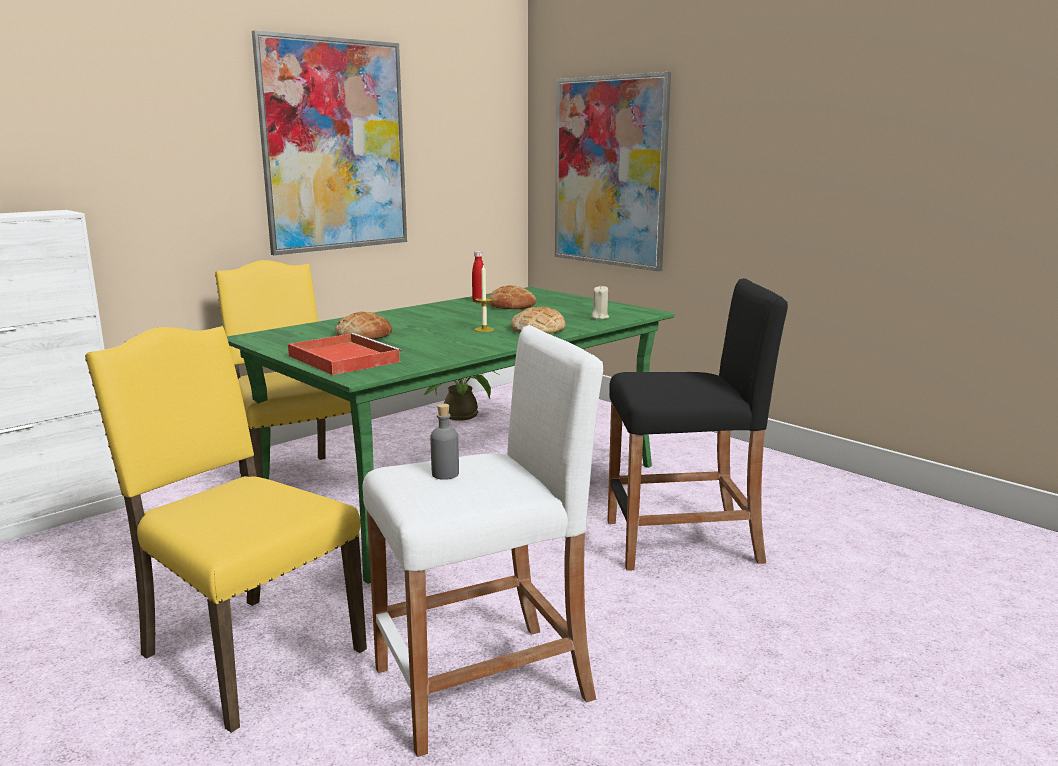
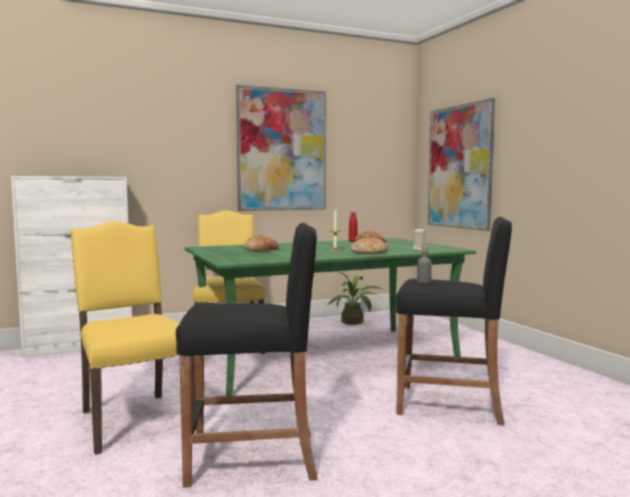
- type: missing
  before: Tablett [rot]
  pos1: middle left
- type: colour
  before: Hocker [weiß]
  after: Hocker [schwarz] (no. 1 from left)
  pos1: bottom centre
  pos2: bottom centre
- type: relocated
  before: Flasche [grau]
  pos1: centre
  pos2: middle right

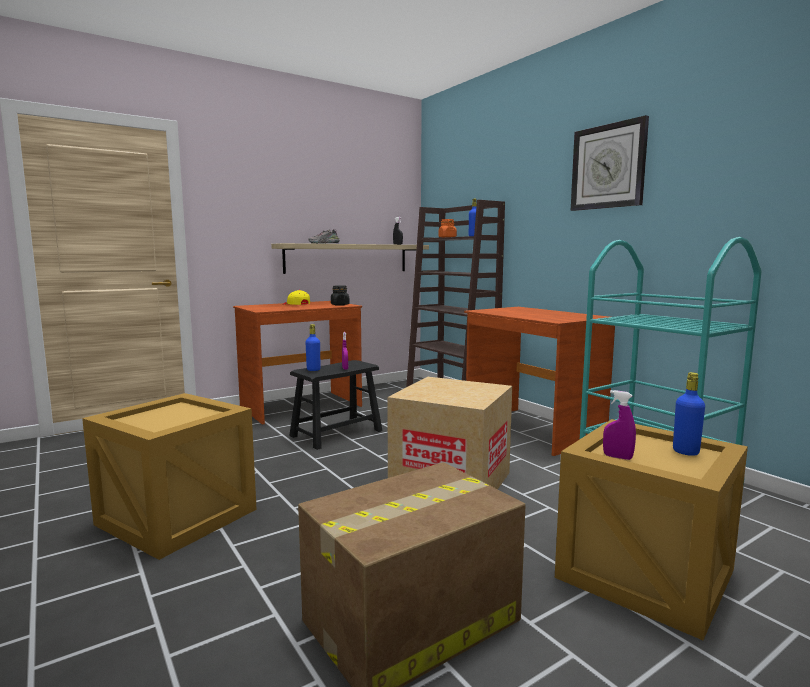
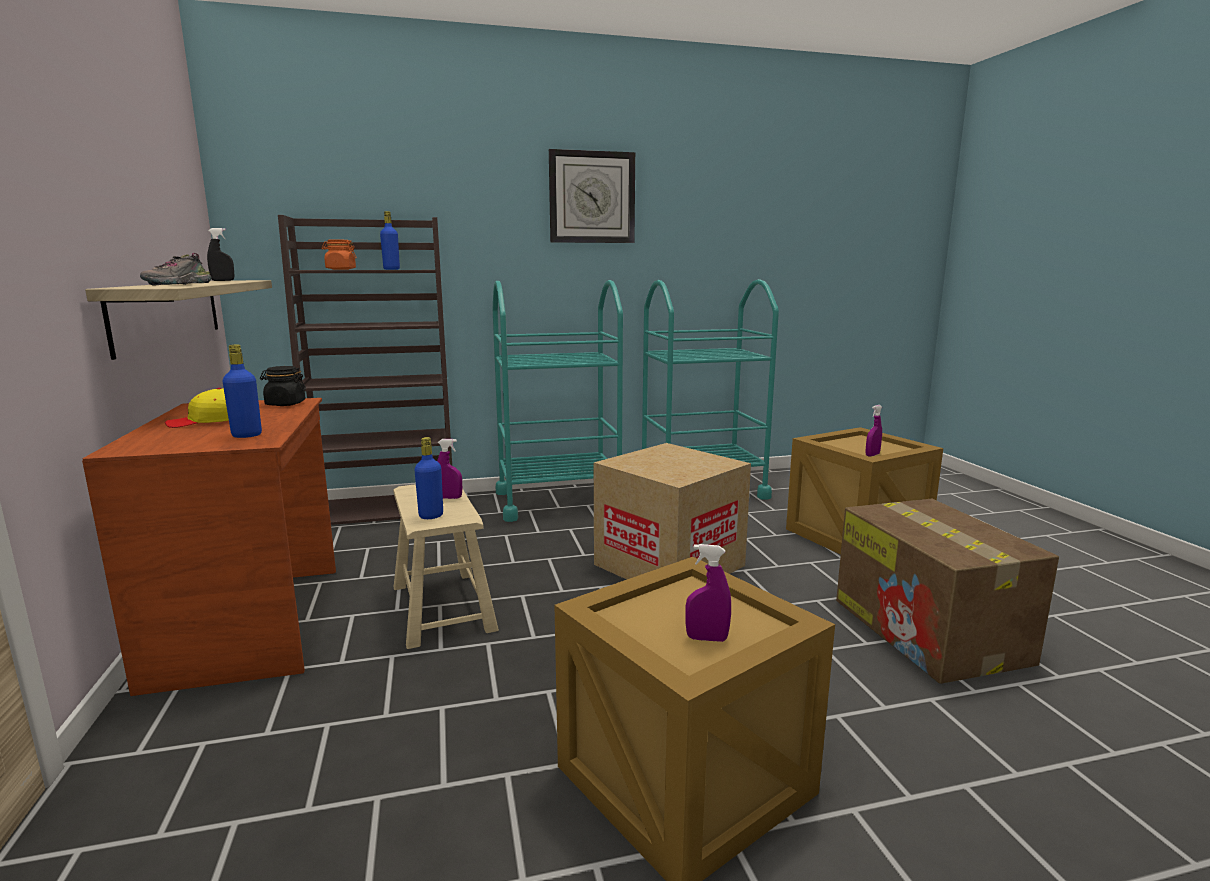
- type: colour
  before: Hocker [schwarz]
  after: Hocker [beige]
  pos1: centre
  pos2: centre
- type: exchanged
  before: Schreibtisch [braun] (no. 2 from left)
  after: Rollwagen [türkis] (no. 1 from left)
  pos1: centre
  pos2: centre
- type: relocated
  before: Flasche [blau] (no. 3 from left in the first image)
  after: Flasche [blau] (no. 1 from left)
  pos1: middle right
  pos2: middle left
- type: appeared
  after: Sprühflasche [lila] (no. 2 from left)
  pos2: bottom centre

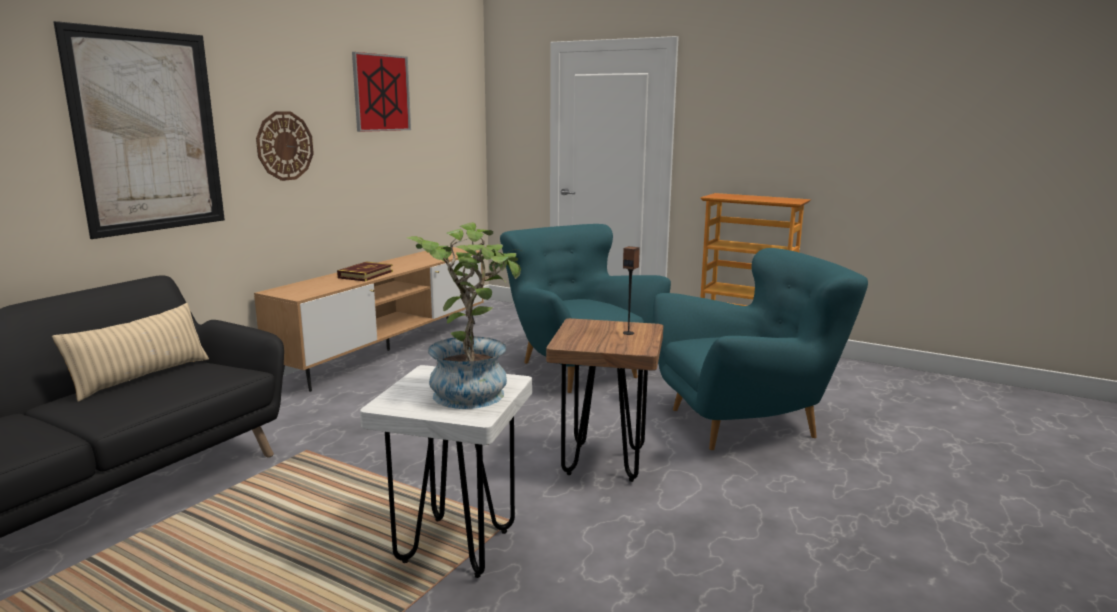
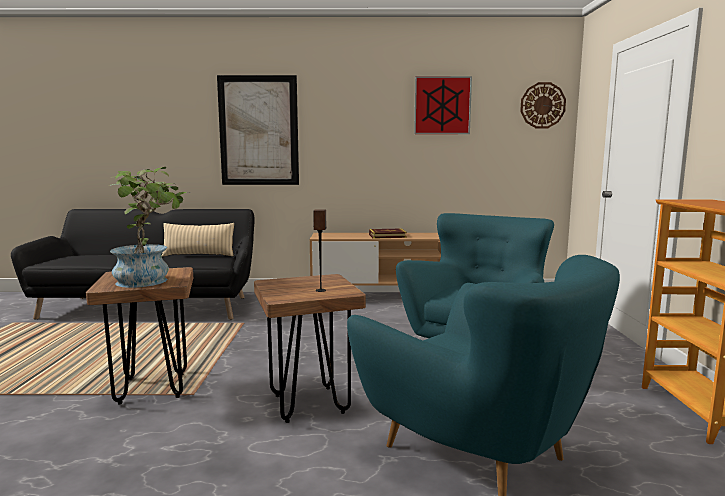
- type: relocated
  before: Wanduhr
  pos1: top left
  pos2: top right
- type: colour
  before: Hocker [weiß]
  after: Hocker [braun] (no. 1 from left)
  pos1: bottom centre
  pos2: bottom left

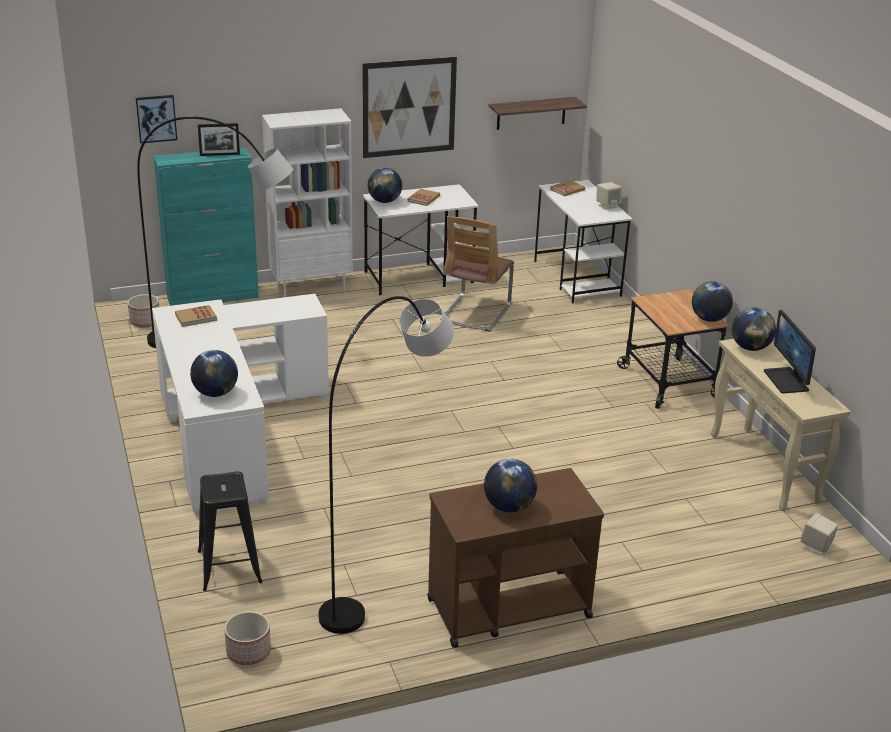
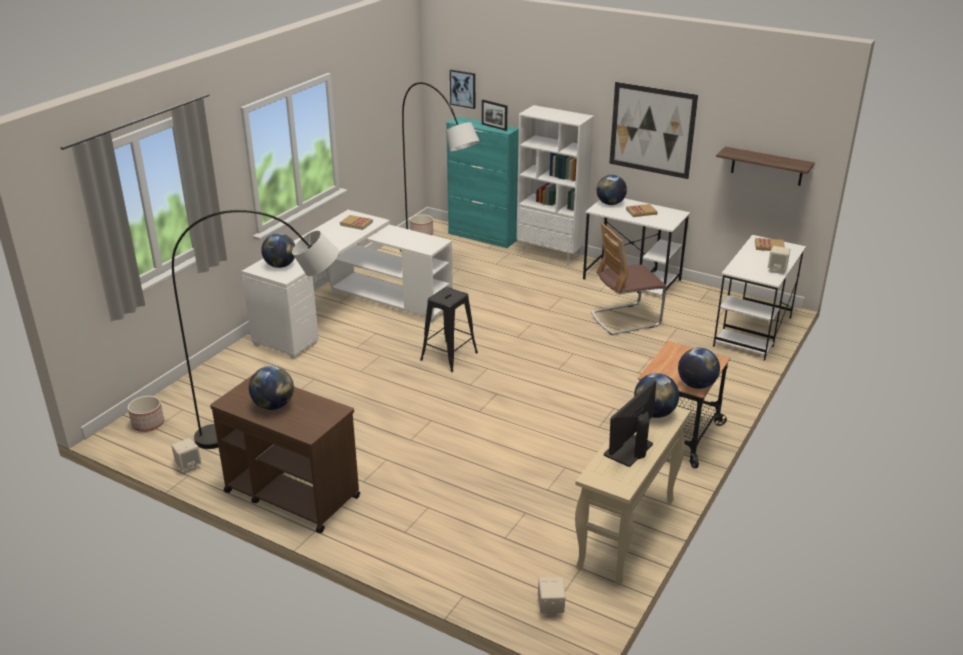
- type: relocated
  before: Hocker [schwarz]
  pos1: bottom left
  pos2: centre
- type: appeared
  after: Lautsprecher [beige] (no. 1 from left)
  pos2: bottom left

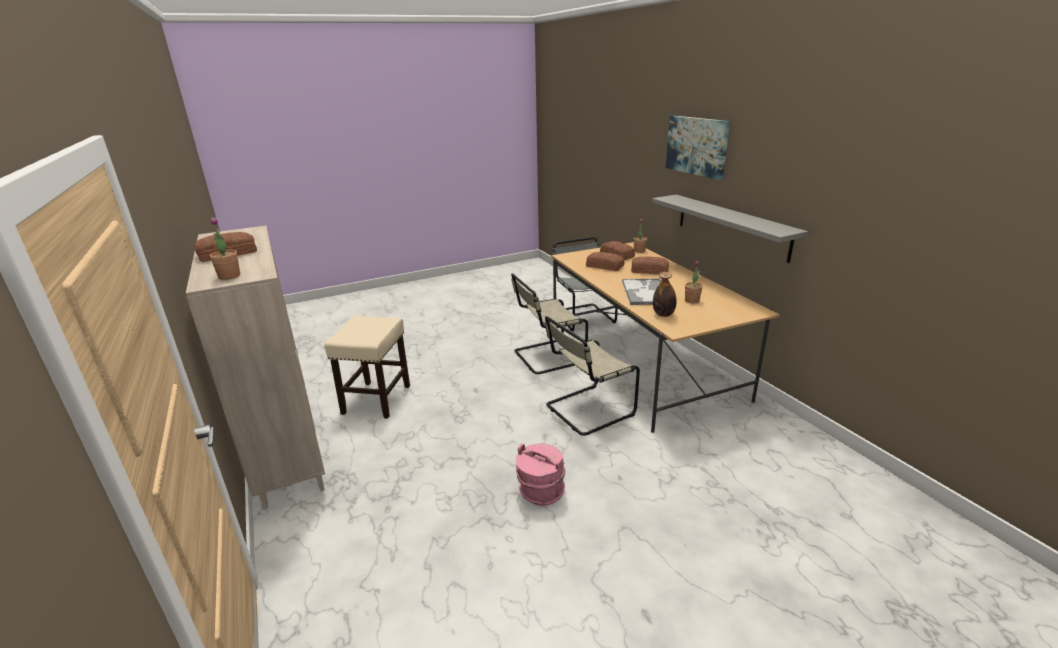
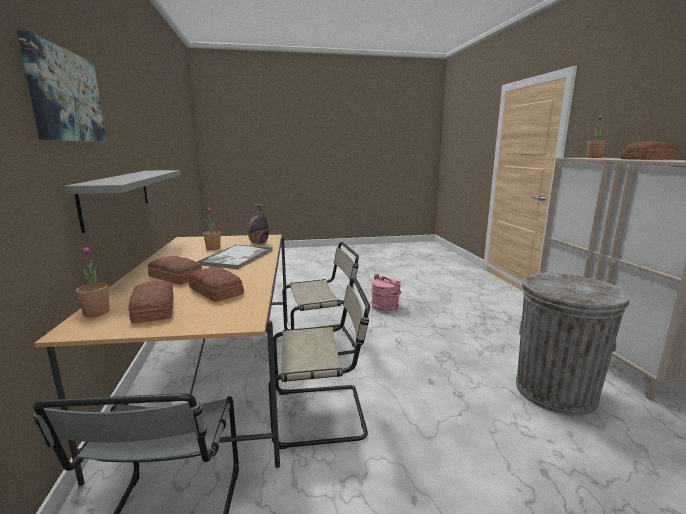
- type: exchanged
  before: Hocker [beige]
  after: Mülleimer [grau]
  pos1: centre
  pos2: bottom right

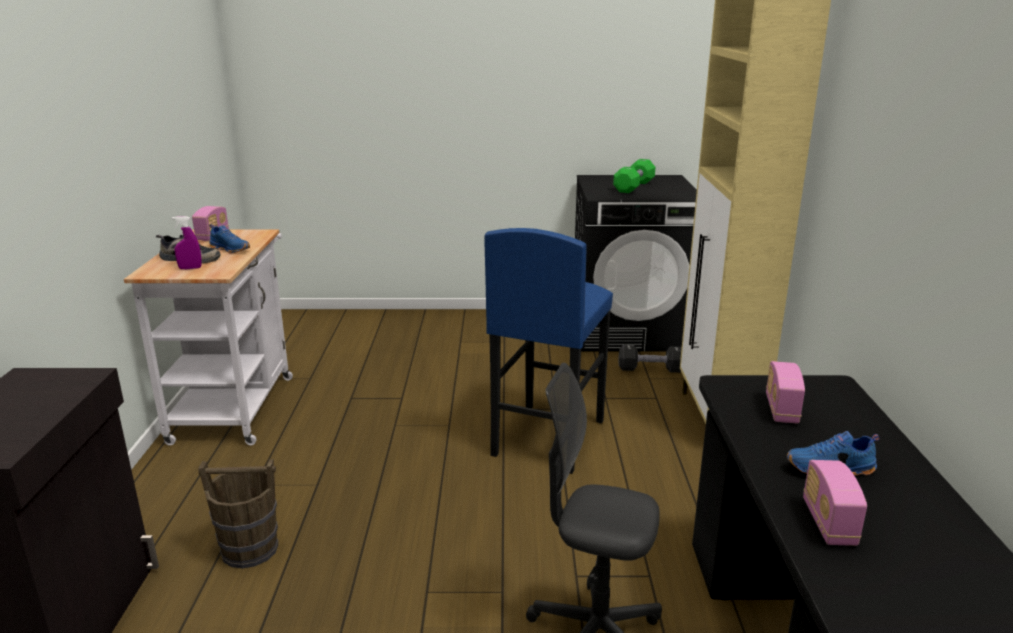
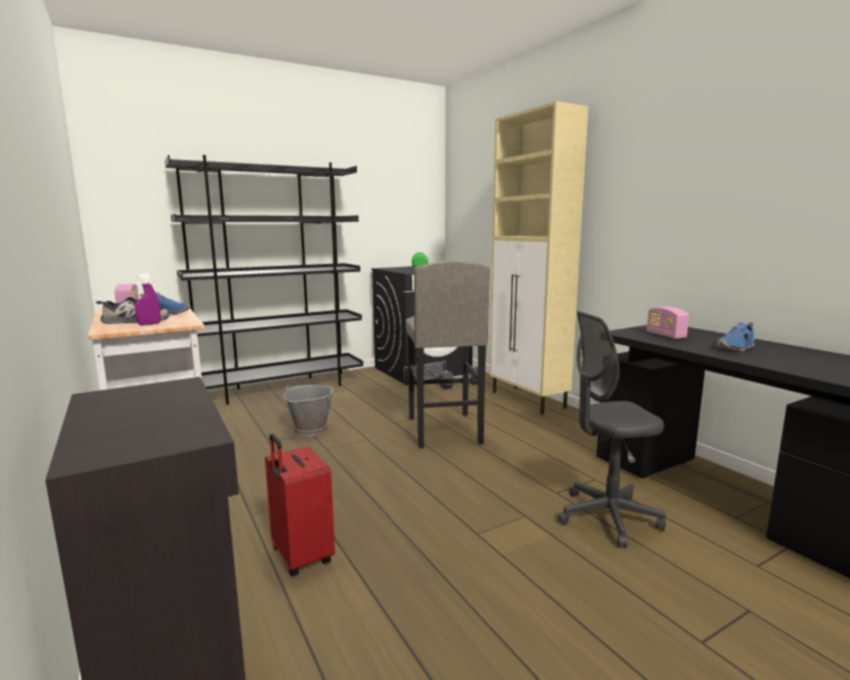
- type: exchanged
  before: Eimer [braun]
  after: Koffer [rot]
  pos1: bottom left
  pos2: bottom centre
- type: colour
  before: Hocker [blau]
  after: Hocker [grau]
  pos1: centre
  pos2: centre
- type: missing
  before: Radio (no. 3 from left)
  pos1: bottom right
- type: appeared
  after: Bücherregal [schwarz]
  pos2: middle left
- type: appeared
  after: Eimer [grau]
  pos2: centre

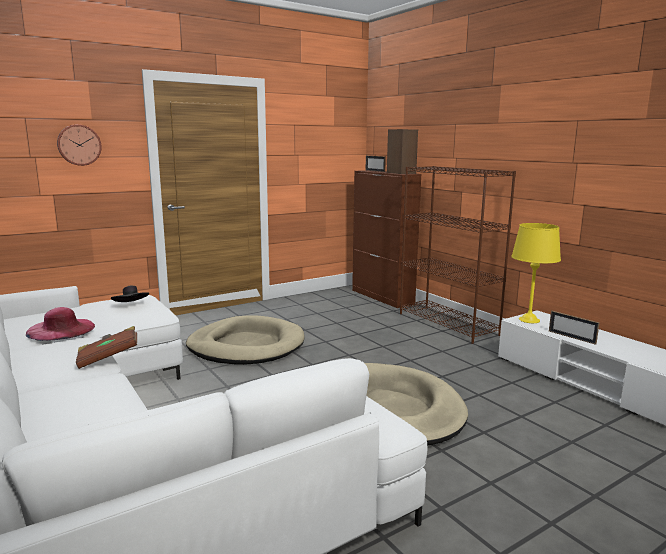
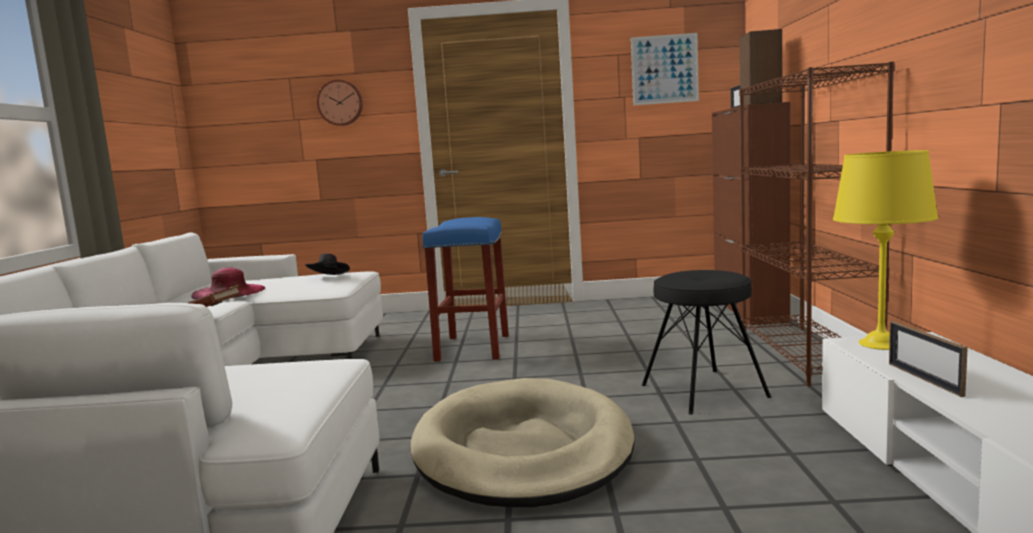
- type: exchanged
  before: Hundebett [beige] (no. 1 from left)
  after: Hocker [blau]
  pos1: centre
  pos2: centre
- type: appeared
  after: Bild
  pos2: top centre
- type: appeared
  after: Hocker [schwarz]
  pos2: middle right

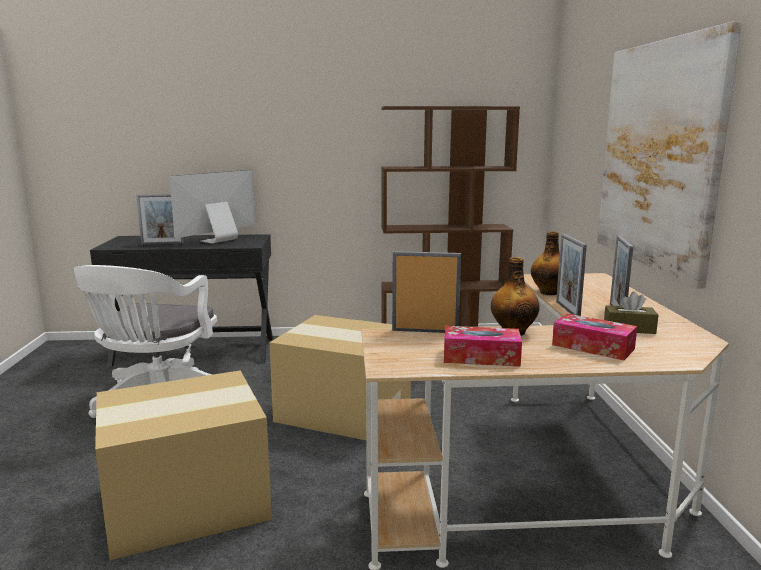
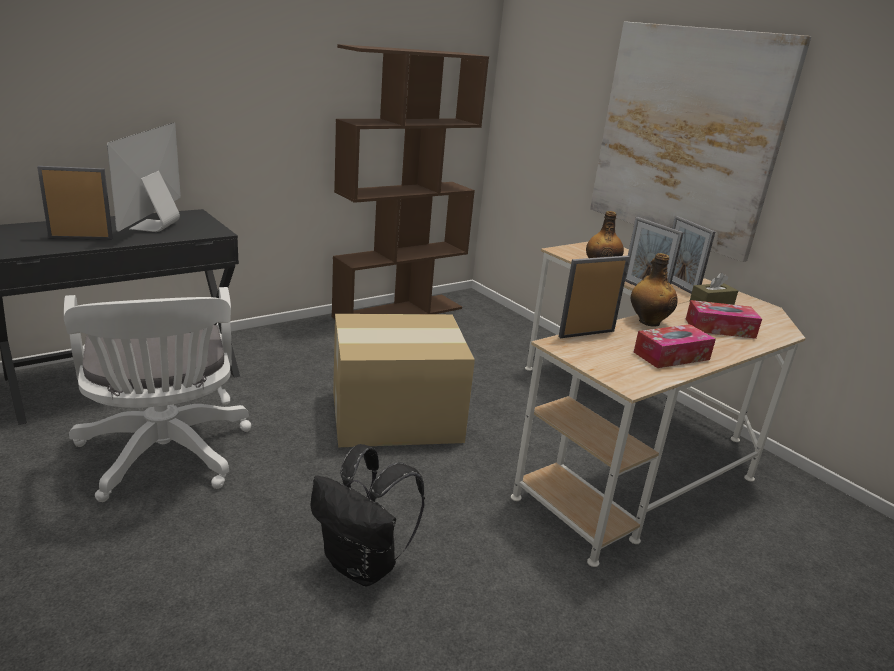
- type: exchanged
  before: Karton (no. 1 from left)
  after: Rucksack [schwarz]
  pos1: bottom left
  pos2: bottom centre
- type: spun
  before: Bilderrahmen (no. 1 from left)
  pos1: middle left
  pos2: top left
  turn: -150

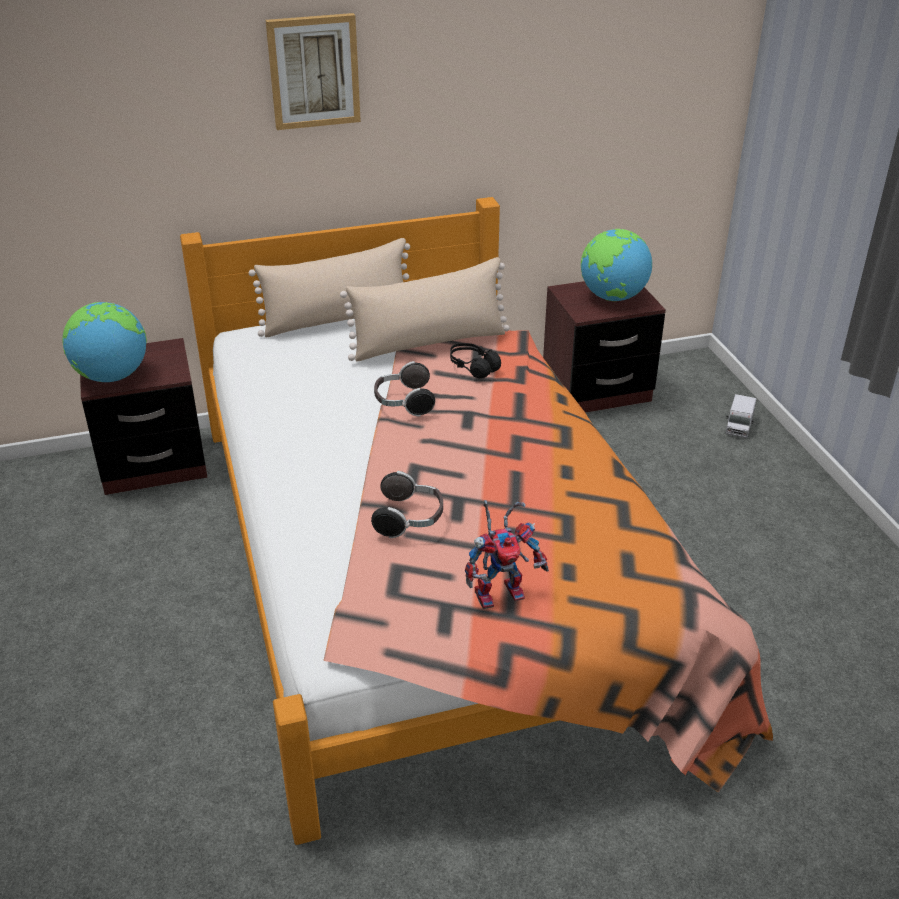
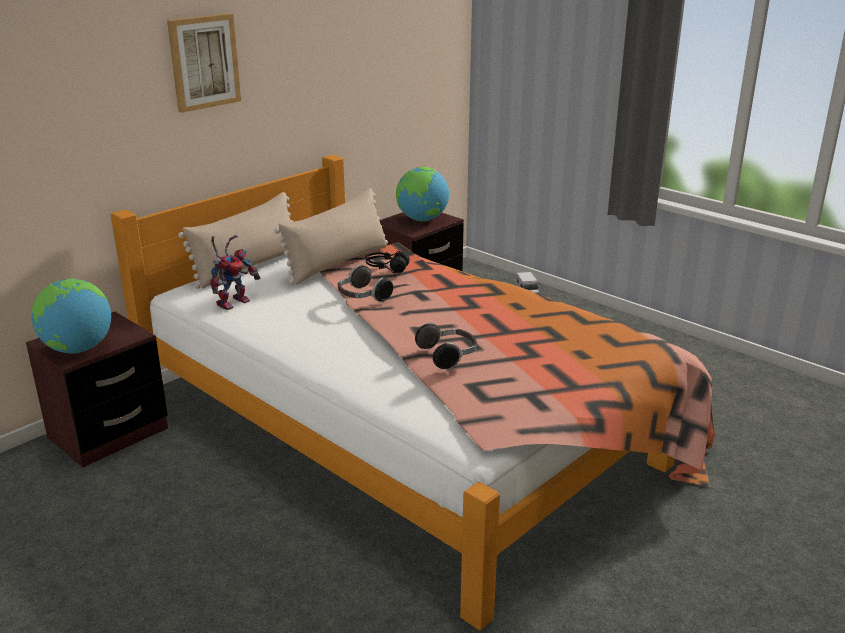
- type: relocated
  before: Spielzeugroboter
  pos1: centre
  pos2: middle left

